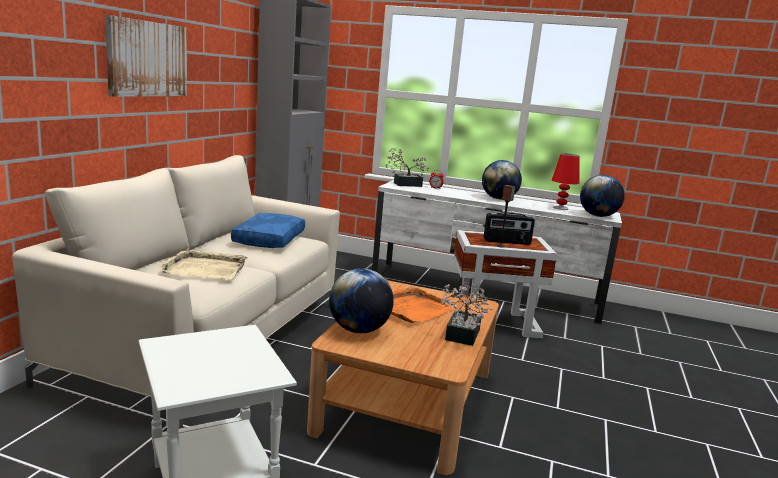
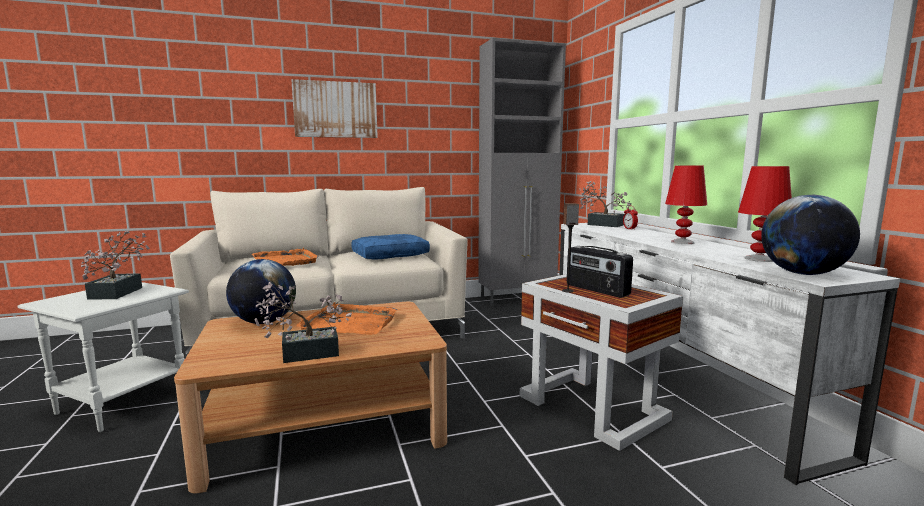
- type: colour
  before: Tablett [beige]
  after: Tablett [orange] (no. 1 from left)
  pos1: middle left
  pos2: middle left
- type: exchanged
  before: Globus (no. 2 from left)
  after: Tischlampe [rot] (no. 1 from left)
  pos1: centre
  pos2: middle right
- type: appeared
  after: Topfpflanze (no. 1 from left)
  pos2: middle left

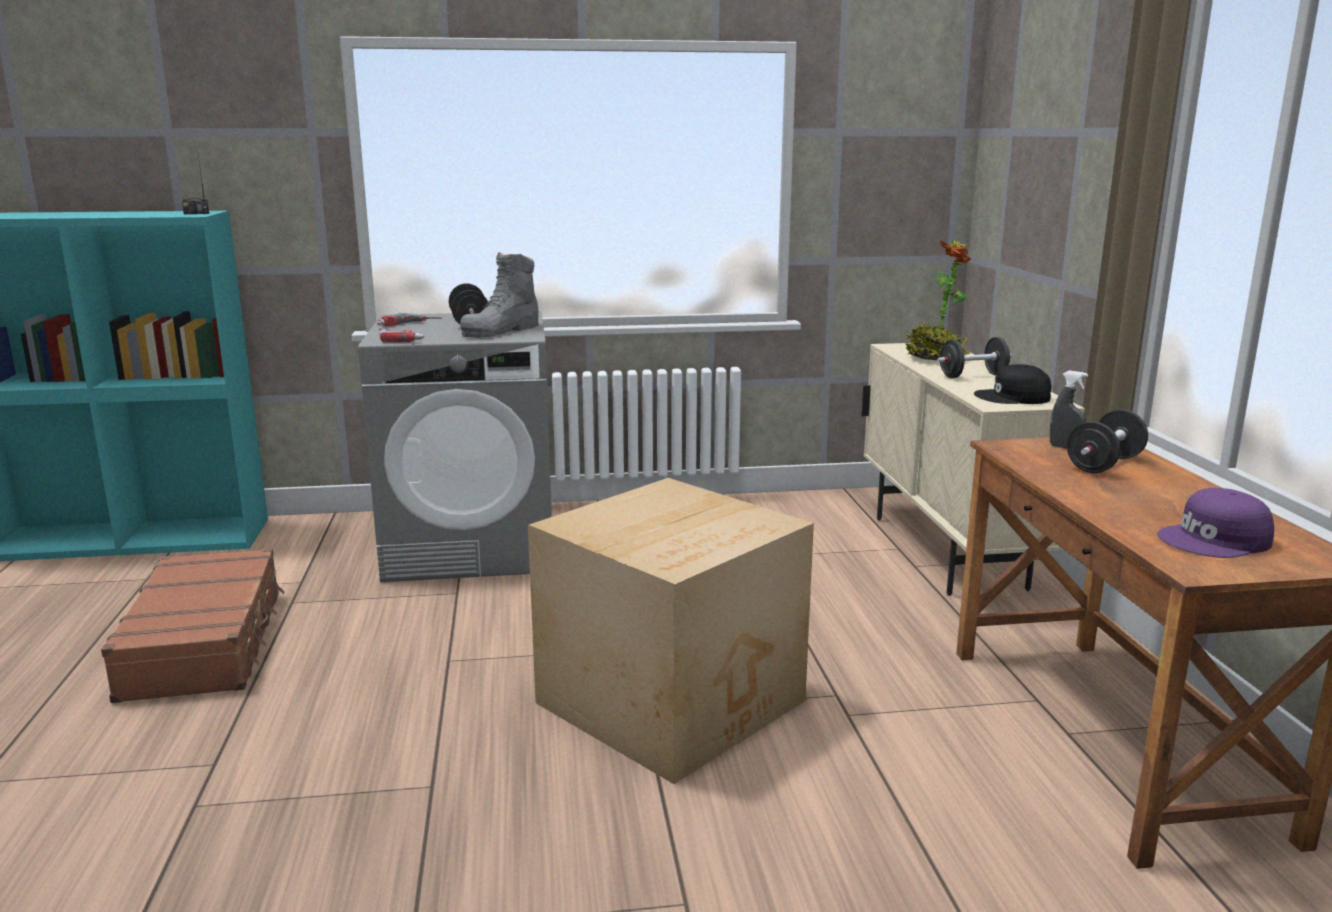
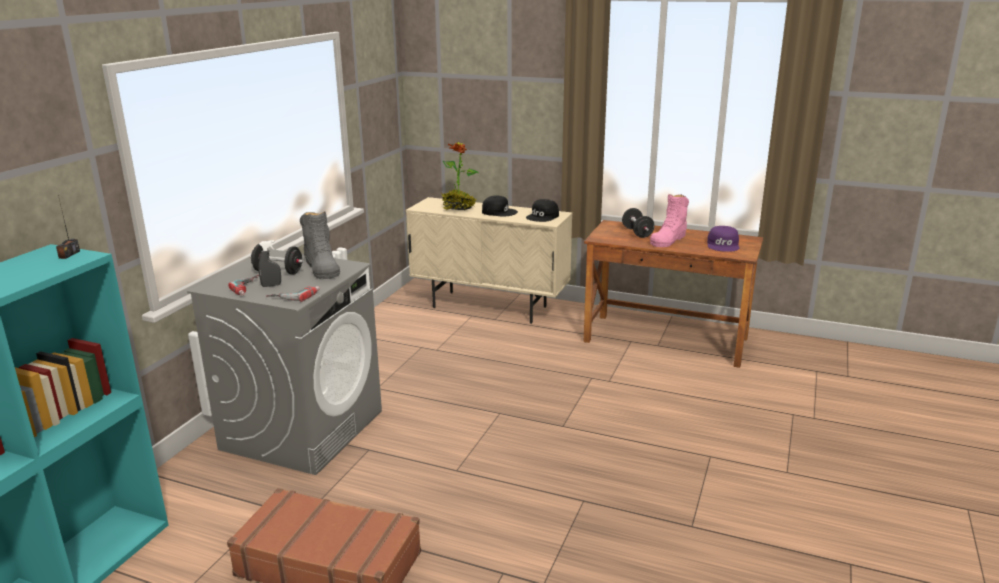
- type: missing
  before: Karton
  pos1: bottom centre
- type: exchanged
  before: Hantel [schwarz] (no. 2 from left)
  after: Kappe [schwarz] (no. 1 from left)
  pos1: middle right
  pos2: centre
- type: relocated
  before: Sprühflasche [grau]
  pos1: middle right
  pos2: middle left
- type: appeared
  after: Stiefel [rosa]
  pos2: middle right

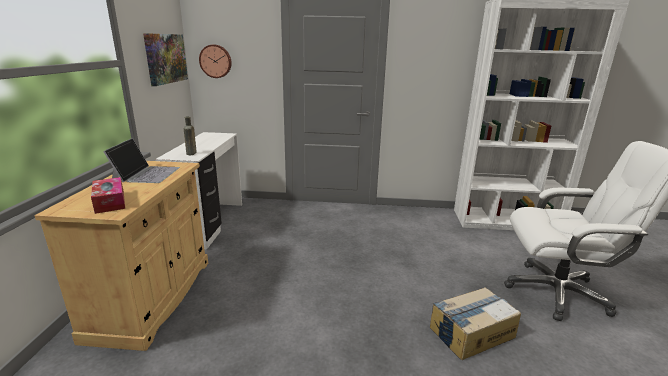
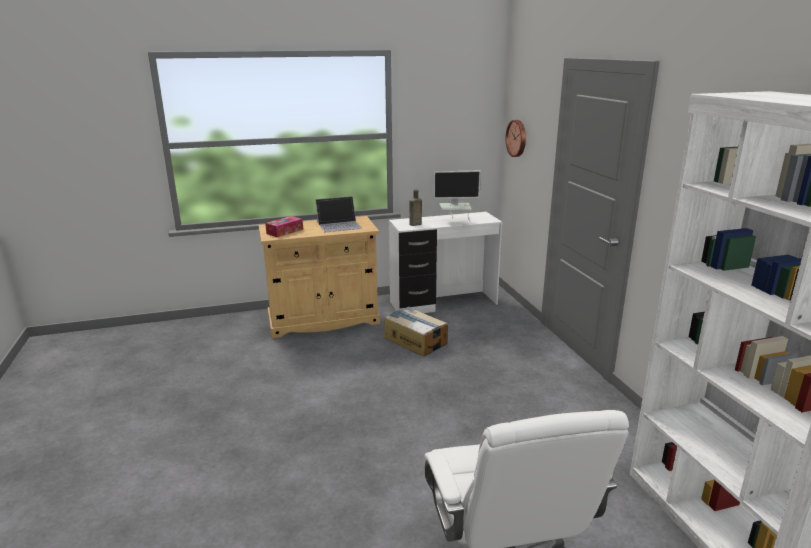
- type: missing
  before: Bild
  pos1: top left
- type: relocated
  before: Karton
  pos1: bottom right
  pos2: centre
- type: appeared
  after: Monitor
  pos2: centre

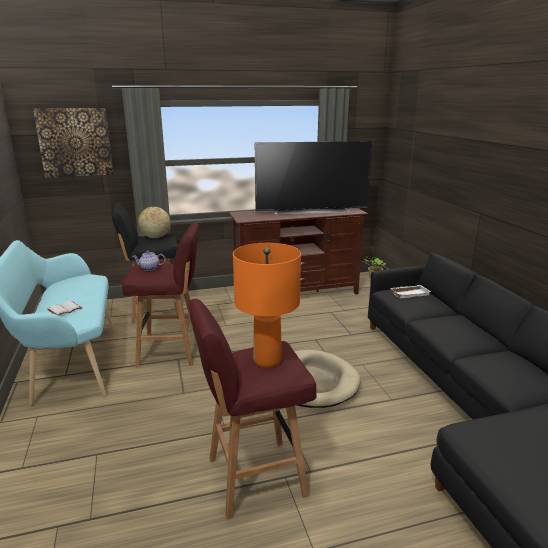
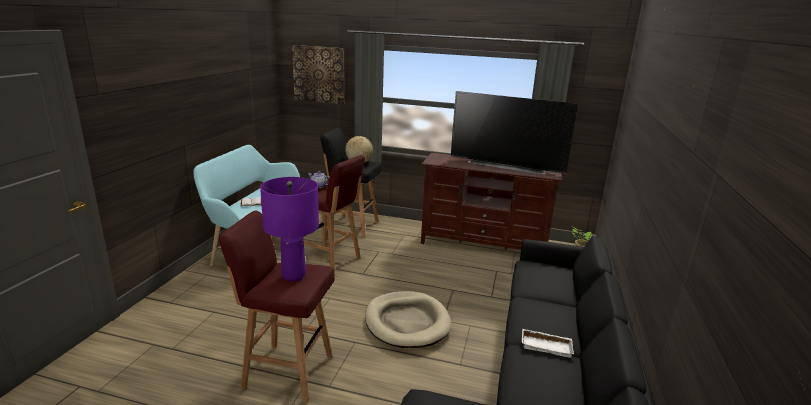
- type: colour
  before: Tischlampe [orange]
  after: Tischlampe [lila]
  pos1: centre
  pos2: centre
- type: relocated
  before: Tablett [weiß]
  pos1: middle right
  pos2: bottom right

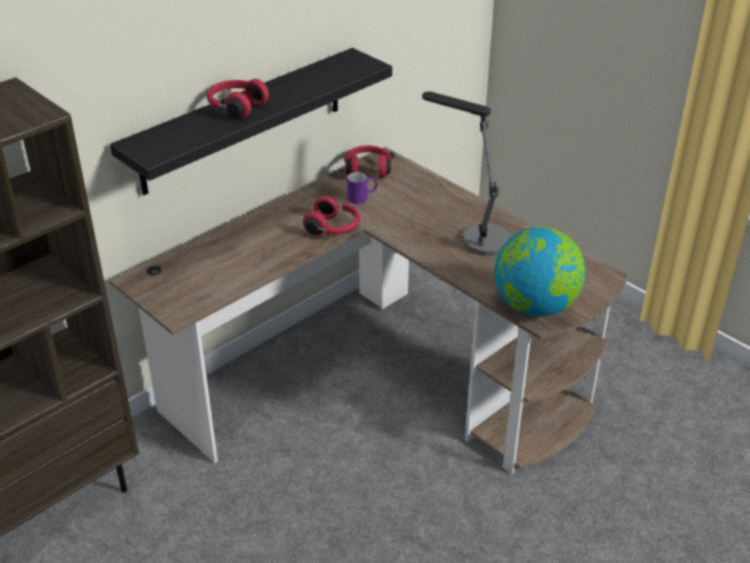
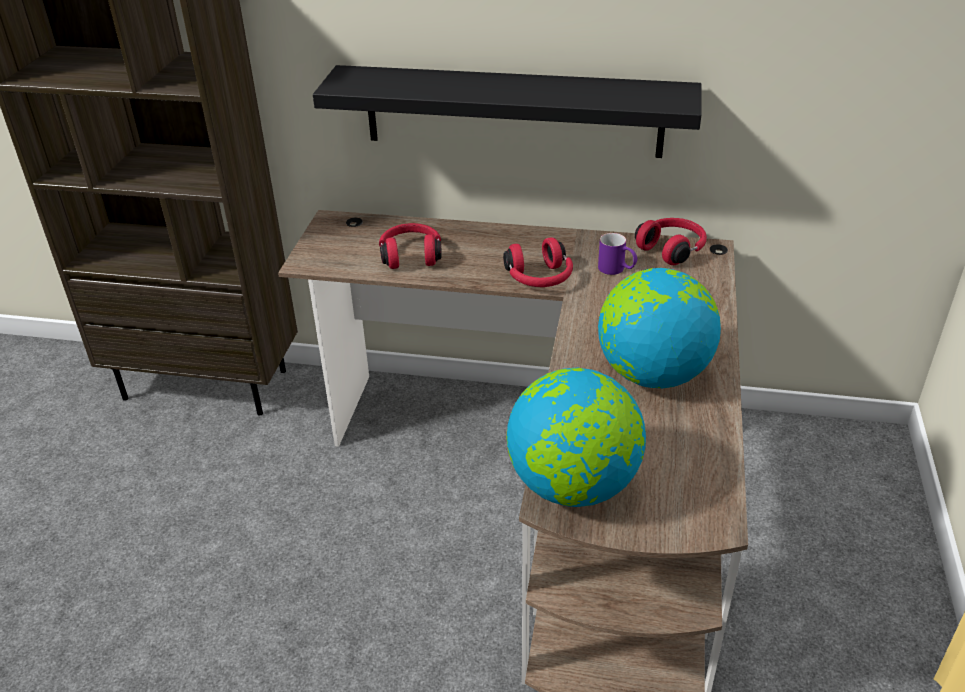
- type: relocated
  before: Kopfhörer [rot] (no. 1 from left)
  pos1: top left
  pos2: centre
- type: exchanged
  before: Tischlampe
  after: Globus (no. 2 from left)
  pos1: top centre
  pos2: middle right

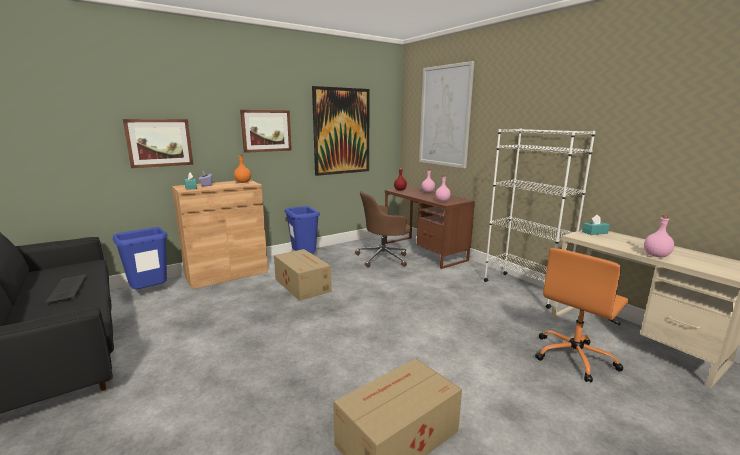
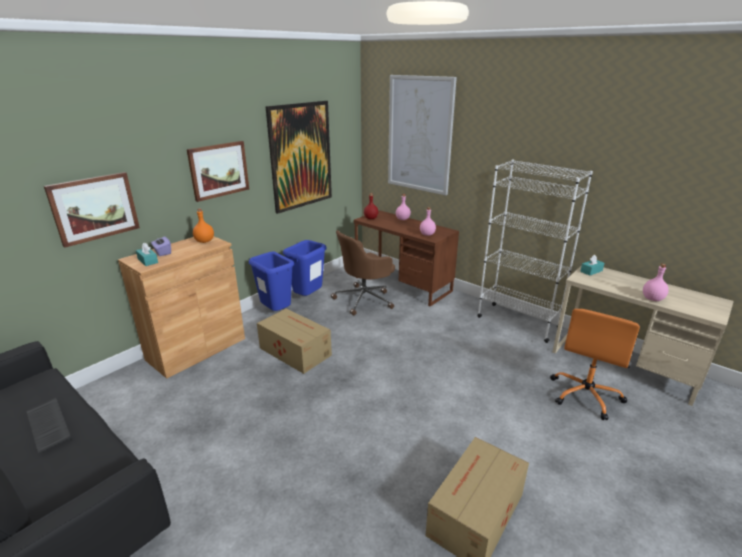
- type: relocated
  before: Mülleimer [blau] (no. 1 from left in the first image)
  after: Mülleimer [blau] (no. 2 from left)
  pos1: middle left
  pos2: centre

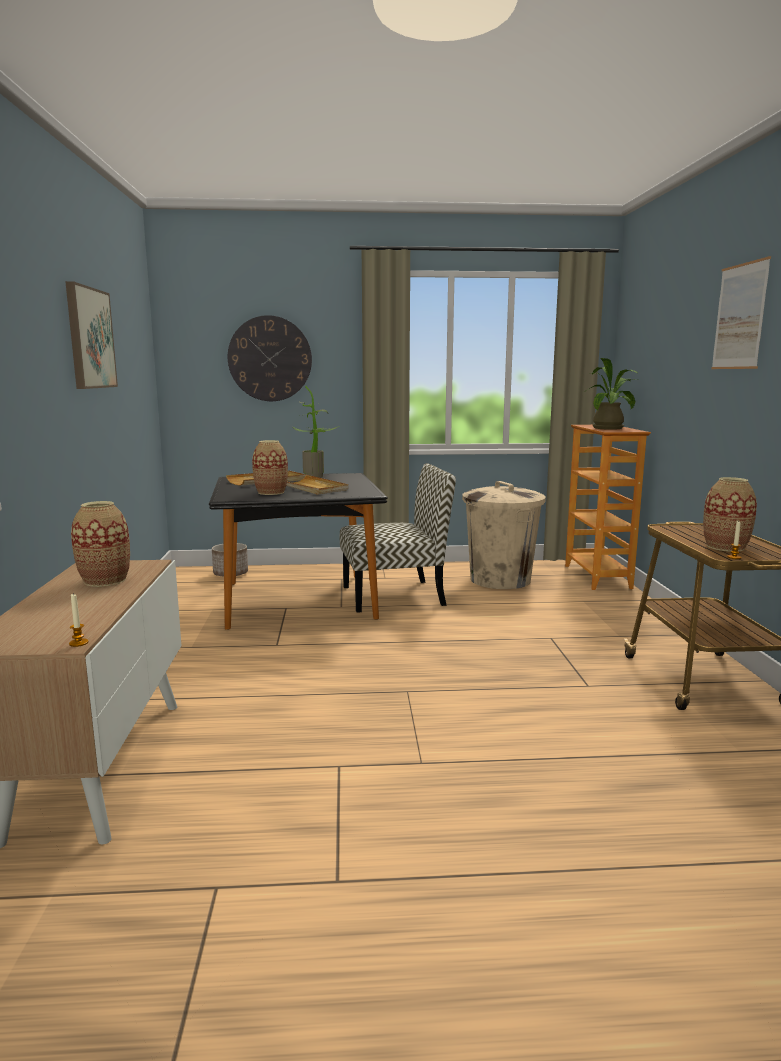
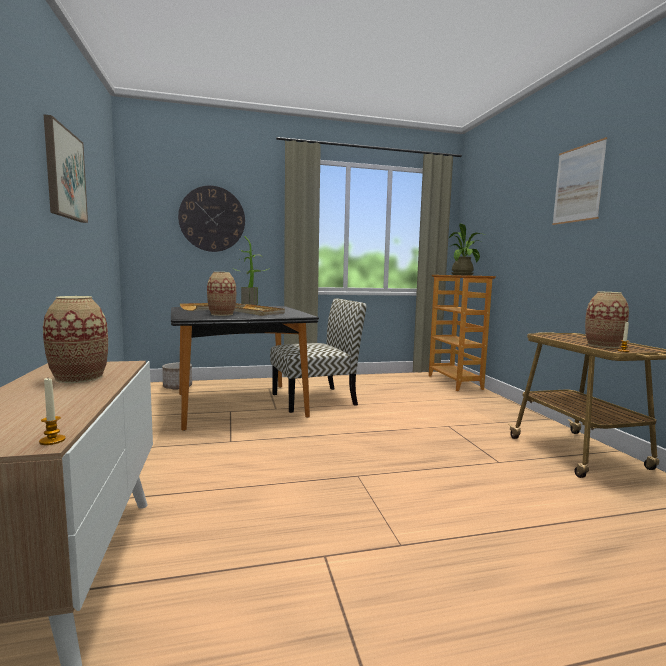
- type: missing
  before: Mülleimer [beige]
  pos1: centre

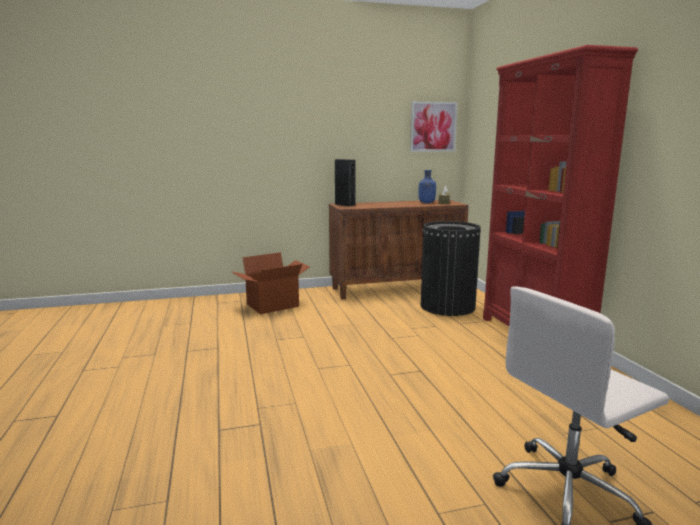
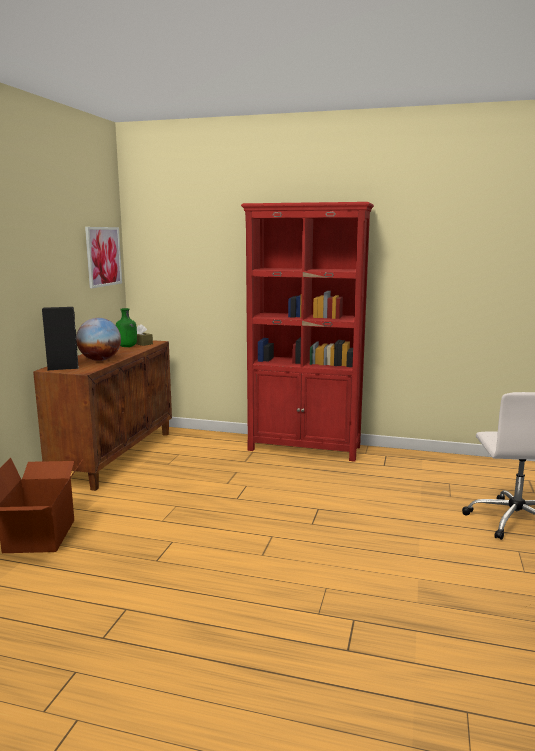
- type: colour
  before: Flasche [blau]
  after: Flasche [grün]
  pos1: centre
  pos2: middle left
- type: missing
  before: Mülleimer [schwarz]
  pos1: centre
- type: appeared
  after: Globus
  pos2: middle left

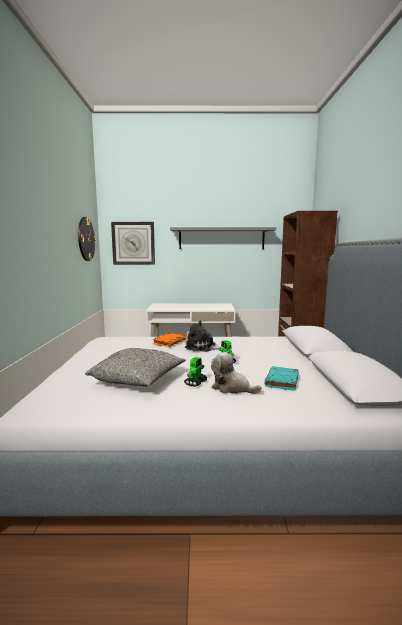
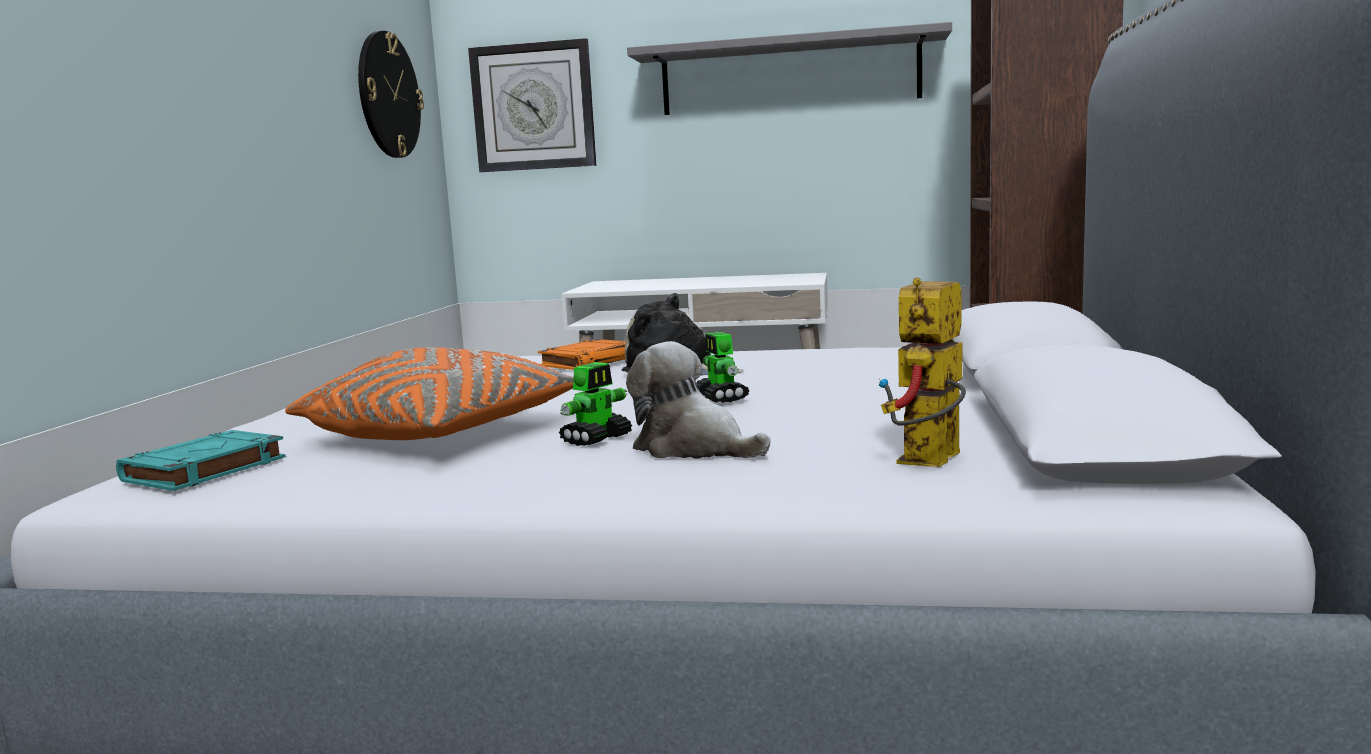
- type: colour
  before: Kissen [grau]
  after: Kissen [orange]
  pos1: centre
  pos2: middle left
- type: relocated
  before: Buch [türkis]
  pos1: middle right
  pos2: middle left
- type: appeared
  after: Spielzeugroboter (no. 3 from left)
  pos2: middle right

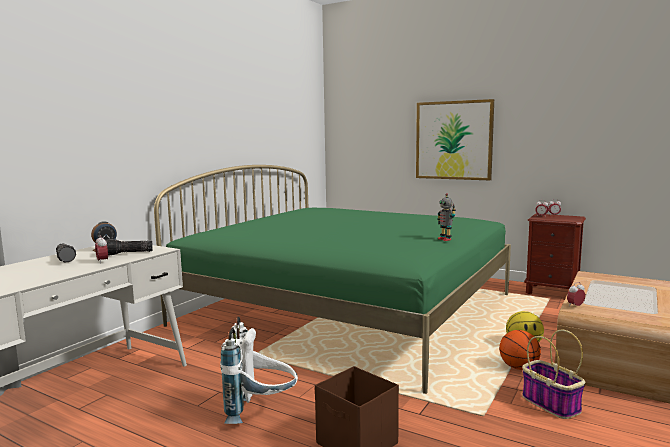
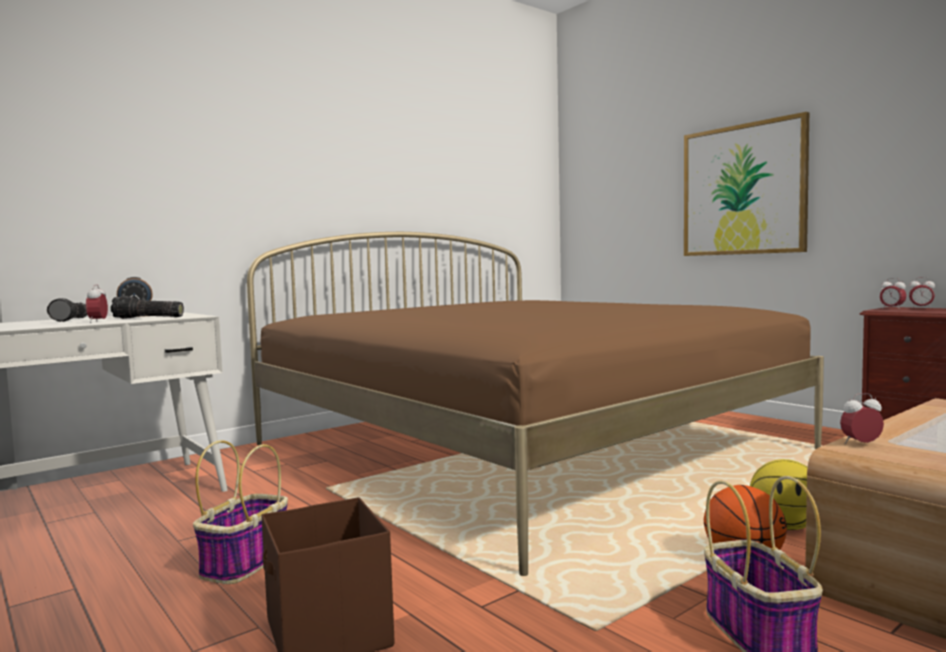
- type: colour
  before: Bett [grün]
  after: Bett [braun]
  pos1: centre
  pos2: centre
- type: exchanged
  before: Rucksack [weiß]
  after: Korb (no. 1 from left)
  pos1: bottom centre
  pos2: bottom left
- type: missing
  before: Spielzeugroboter
  pos1: centre

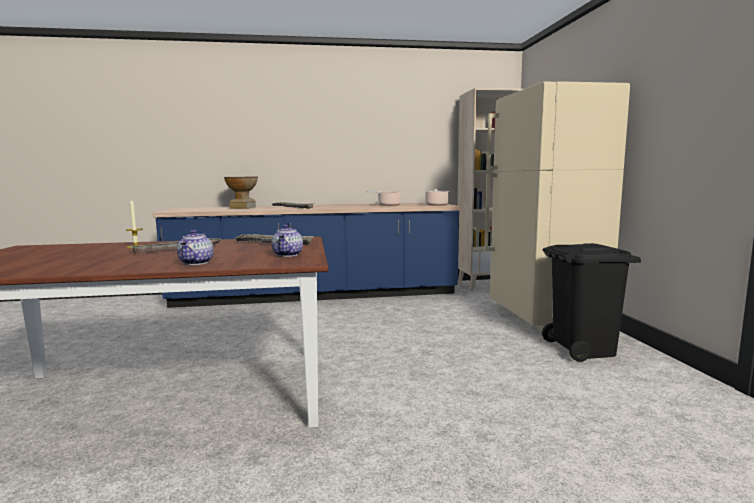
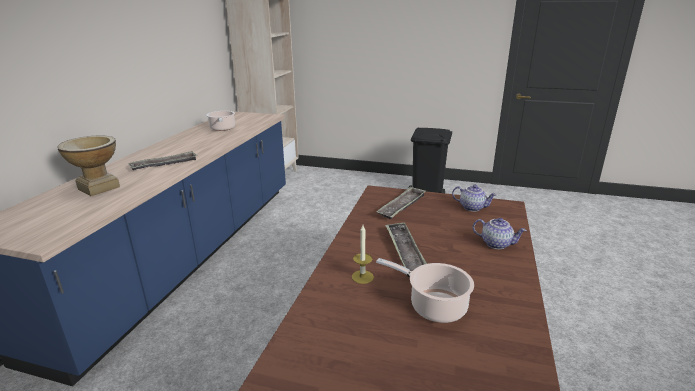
- type: relocated
  before: Kochtopf (no. 2 from left)
  pos1: centre
  pos2: bottom centre
- type: missing
  before: Kühlschrank [beige]
  pos1: middle right

